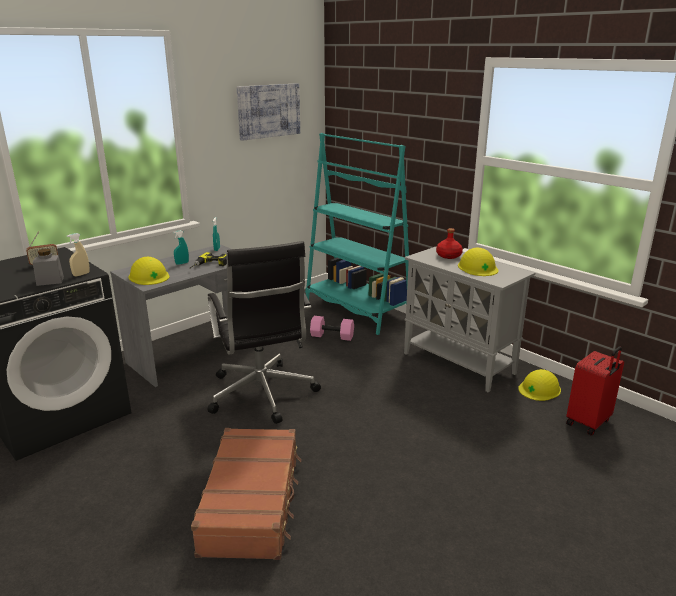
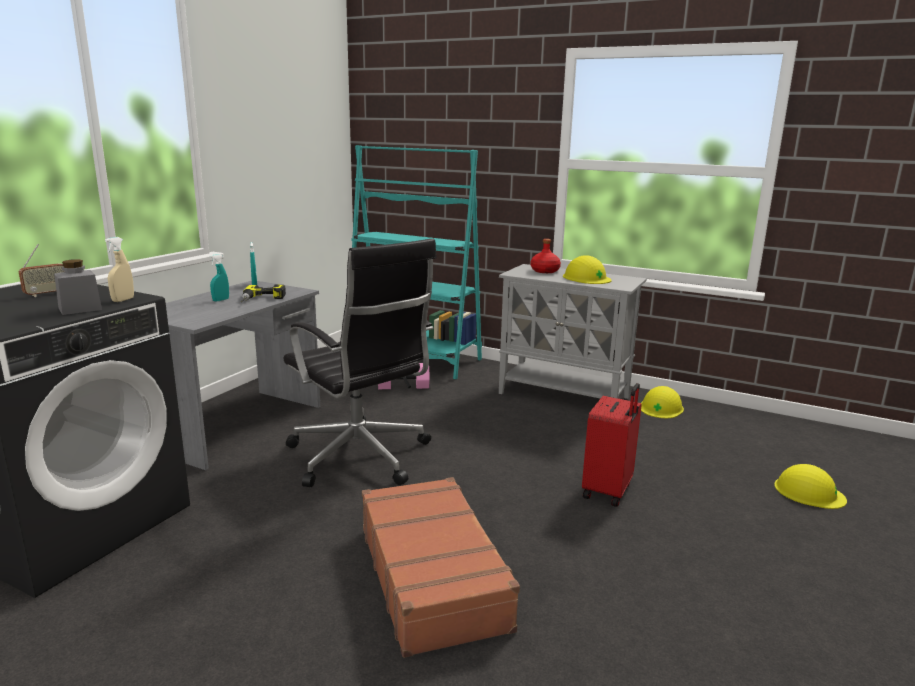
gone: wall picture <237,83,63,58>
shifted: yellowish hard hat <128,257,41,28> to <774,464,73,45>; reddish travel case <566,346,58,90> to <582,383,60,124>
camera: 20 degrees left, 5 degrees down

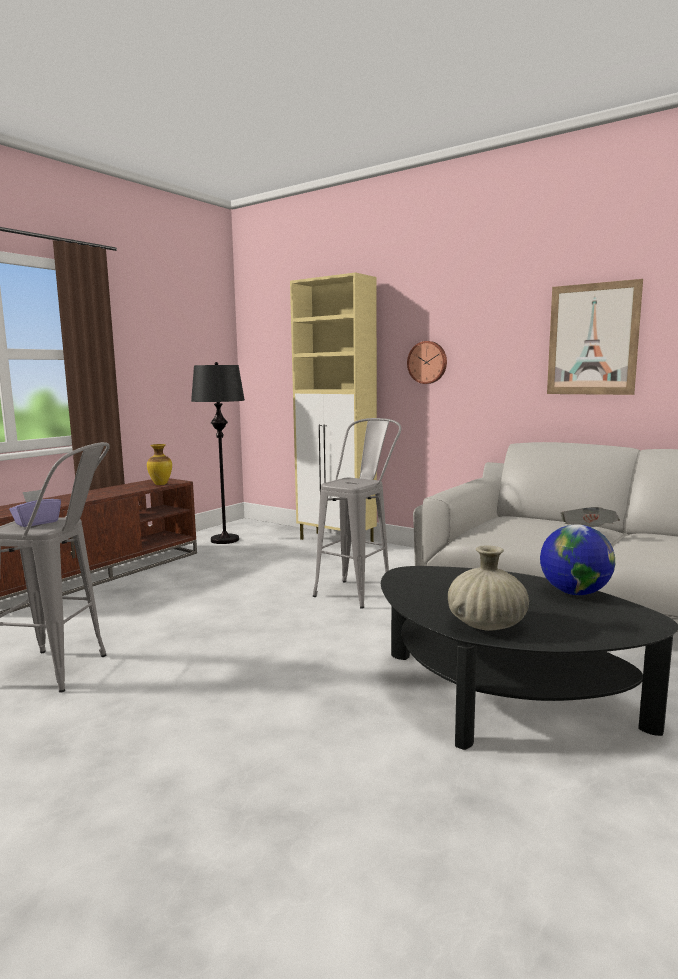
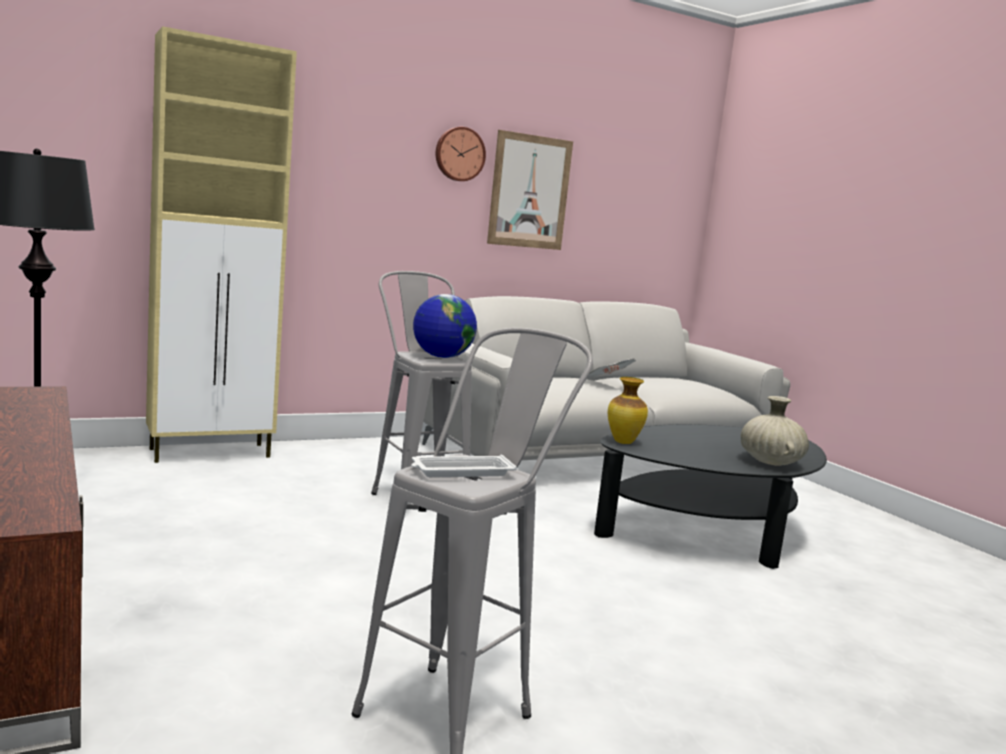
shifted: vase <147,444,25,41> to <608,377,40,67>; hanging clock <407,341,40,43> to <436,127,50,54>; globe <540,524,75,71> to <413,294,64,64>
swapped: purple-coloured tissue box <9,490,52,37> to whitish serving tray <411,455,106,22>
camera: 65 degrees left, 0 degrees up

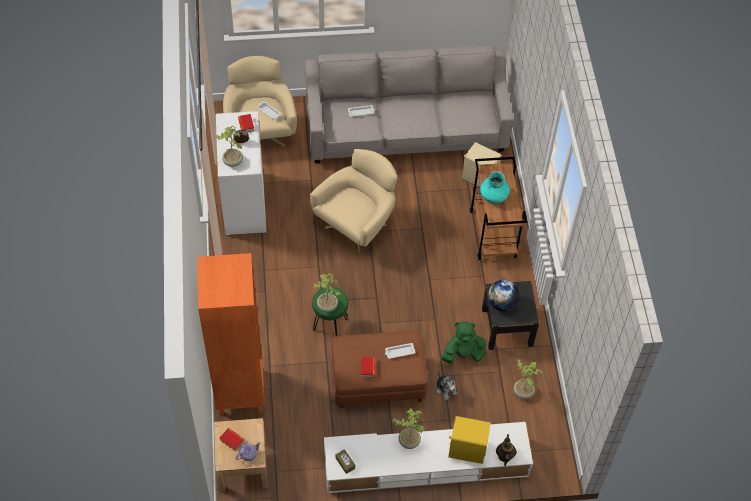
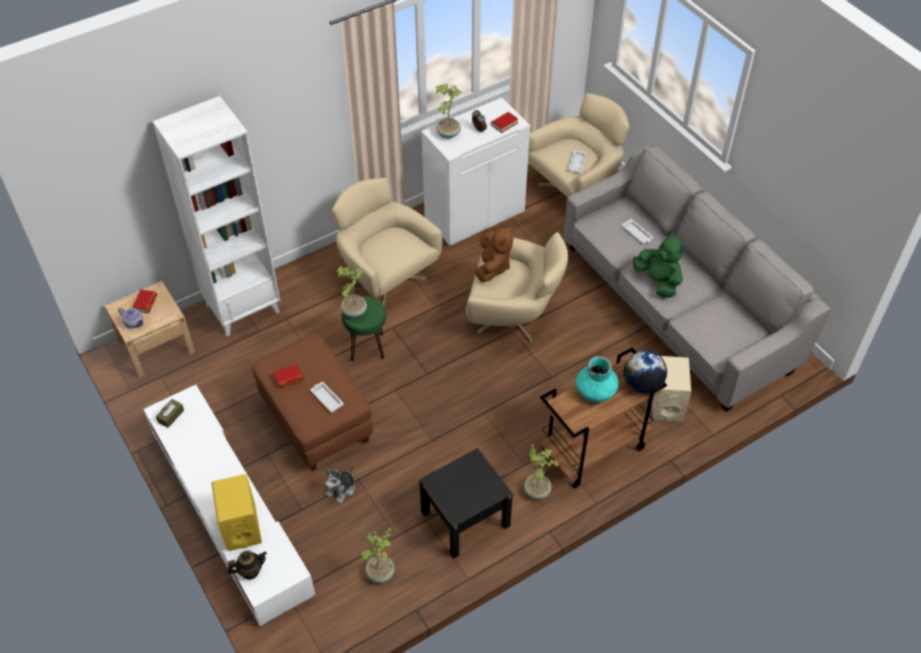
new: sand-coloured easy chair <332,178,110,127>; brownish cuddly toy <475,224,38,58>
shifted: potted plant <392,408,32,41> to <524,444,35,56>; greenish cuddly toy <441,322,46,41> to <633,232,50,66>; globe <488,280,32,31> to <624,350,43,43>
repainted: orange bookshelf <197,253,68,163> to whitish bookshelf <152,96,128,241>
camera: 65 degrees right, 5 degrees down

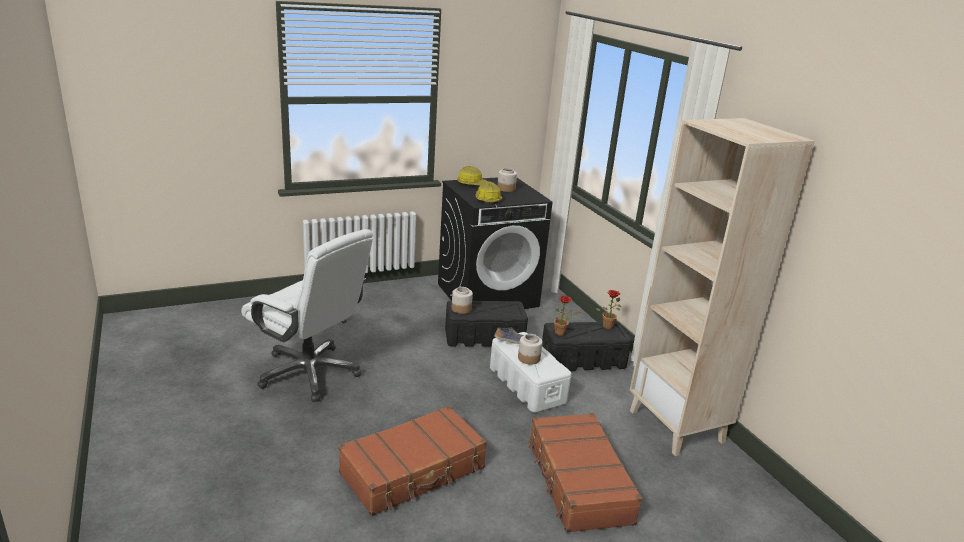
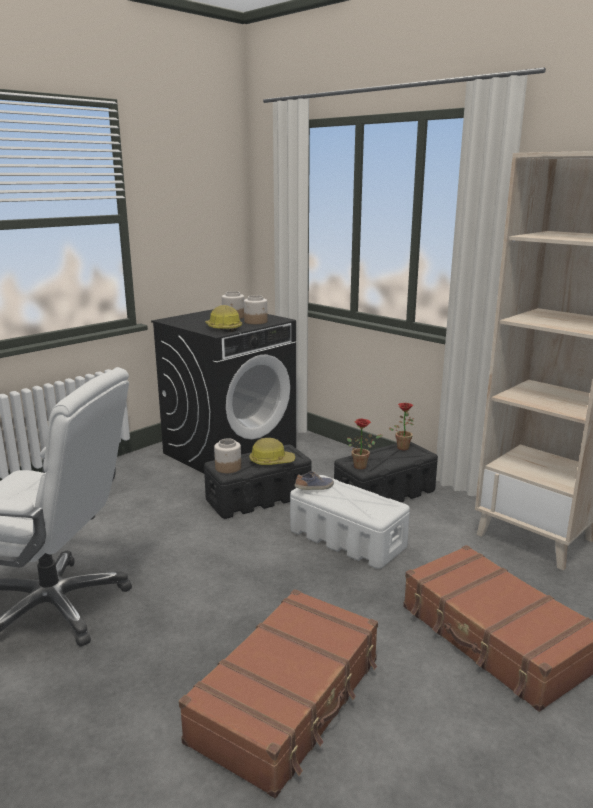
shifted: hard hat <457,166,32,19> to <249,438,46,27>; preserve jar <518,334,25,31> to <244,295,24,29>
camera: 20 degrees left, 5 degrees down

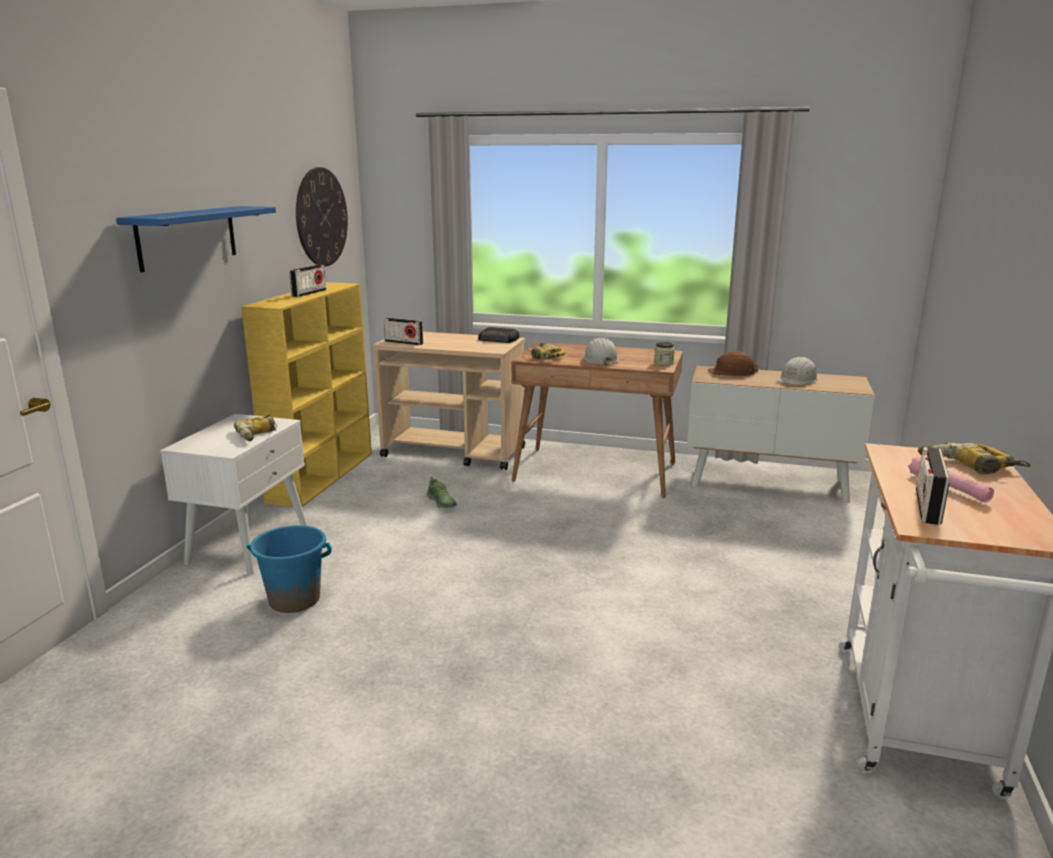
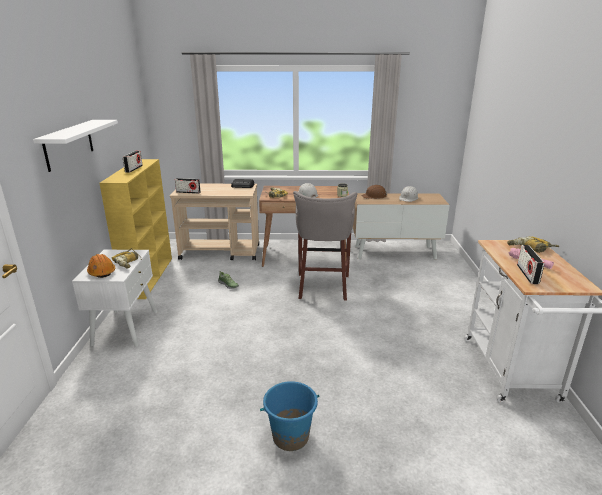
gone: hanging clock <296,167,52,99>
new: orange hard hat <87,254,28,24>; greyish stool <293,191,64,110>
shifted: blue-coloured pail <247,525,85,88> to <260,381,60,70>
repainted: blue-coloured bracket shelf <116,206,160,66> to whitish bracket shelf <33,120,85,52>
camera: 15 degrees left, 5 degrees up

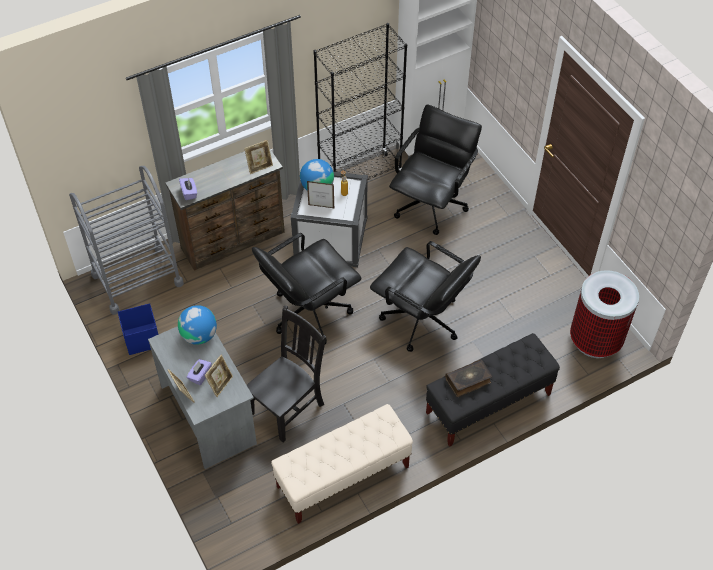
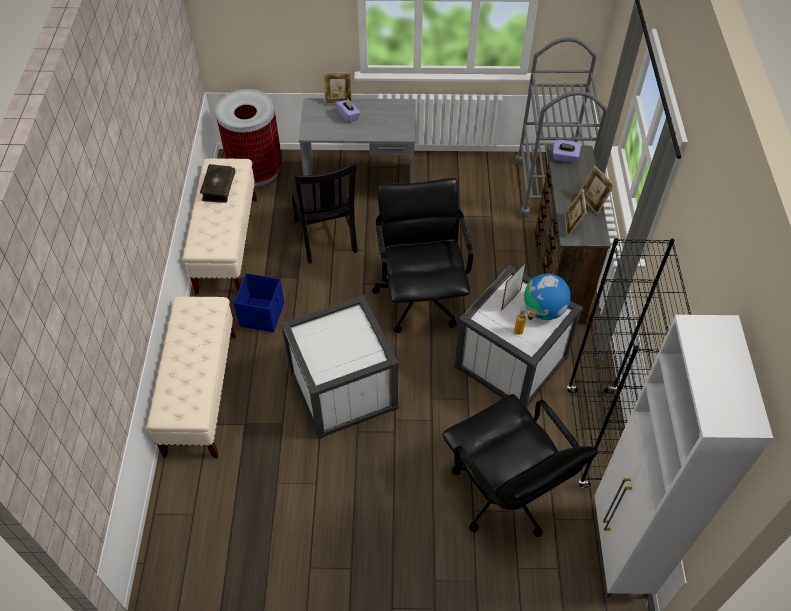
gone: globe <178,305,39,40>
shifted: blue-coloured storage bin <118,303,40,52> to <234,273,50,59>; picture frame <205,355,28,42> to <578,165,37,50>; bound book <445,360,47,37> to <200,164,35,39>; trash can <570,270,69,88> to <215,89,67,98>
swapped: black-coloured desk chair <370,241,111,111> to whitish storage bin <281,295,118,144>
repainted: black-coloured indoor bench <426,333,134,114> to sand-coloured indoor bench <146,297,90,161>
camera: 120 degrees right, 0 degrees up

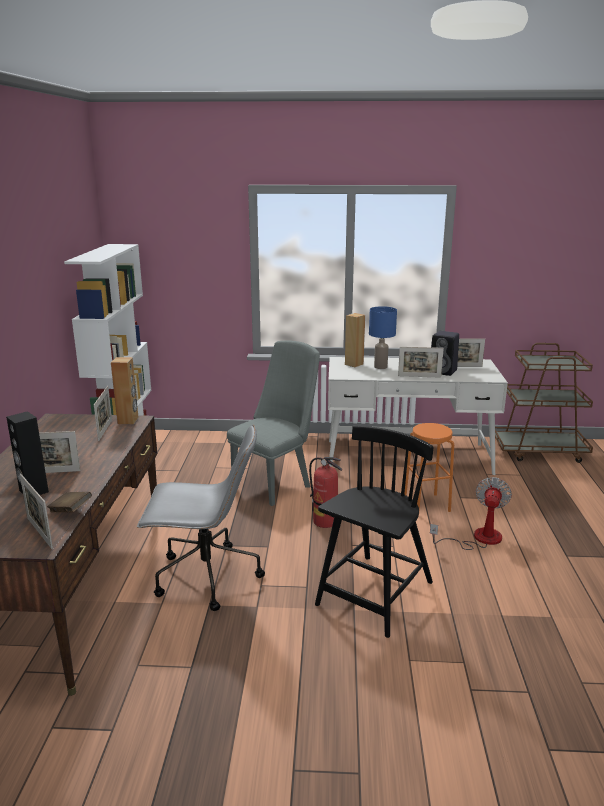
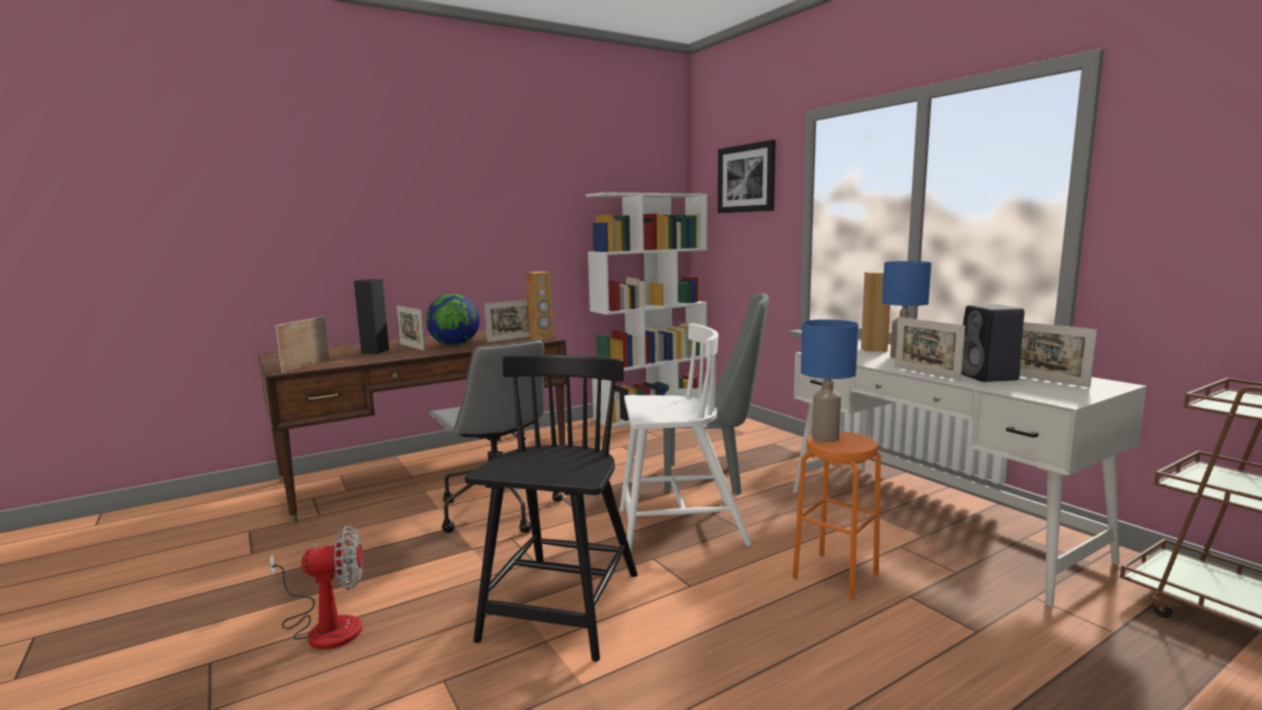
gone: brownish bound book <47,492,45,21>
new: globe <426,294,54,52>; wall picture <718,140,58,73>; blue-coloured lamp for a table <801,319,58,123>
shifted: cooling fan <430,477,82,73> to <269,525,94,125>
swapped: extinguisher <309,457,33,71> to whitish chair <620,323,132,229>
rotated: black-coloured chair <315,425,118,213> = <465,355,173,307> 75 degrees counterclockwise
camera: 55 degrees right, 10 degrees down

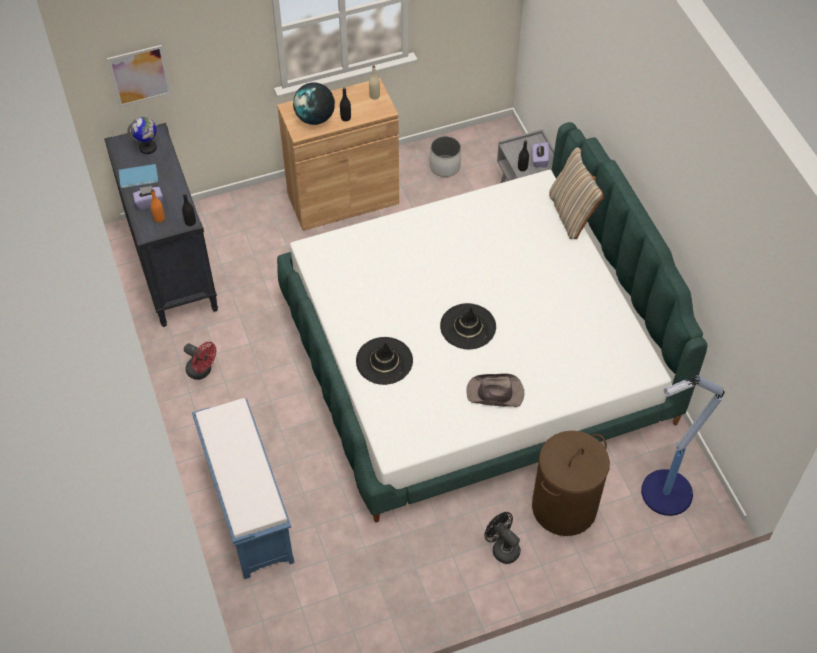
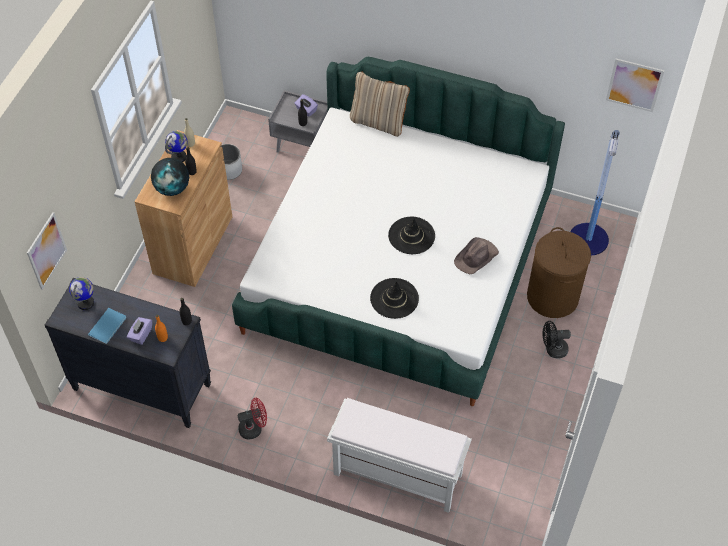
new: globe <165,131,23,31>; wall picture <606,59,59,53>
repainted: blue-coloured indoor bench <192,398,103,181> to whitish indoor bench <327,398,145,115>
camera: 50 degrees left, 0 degrees up

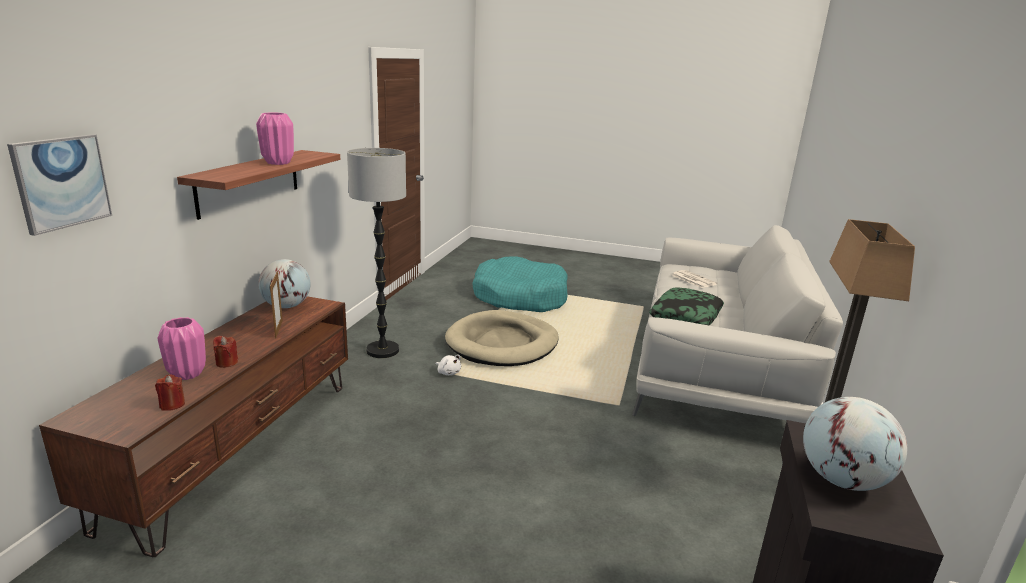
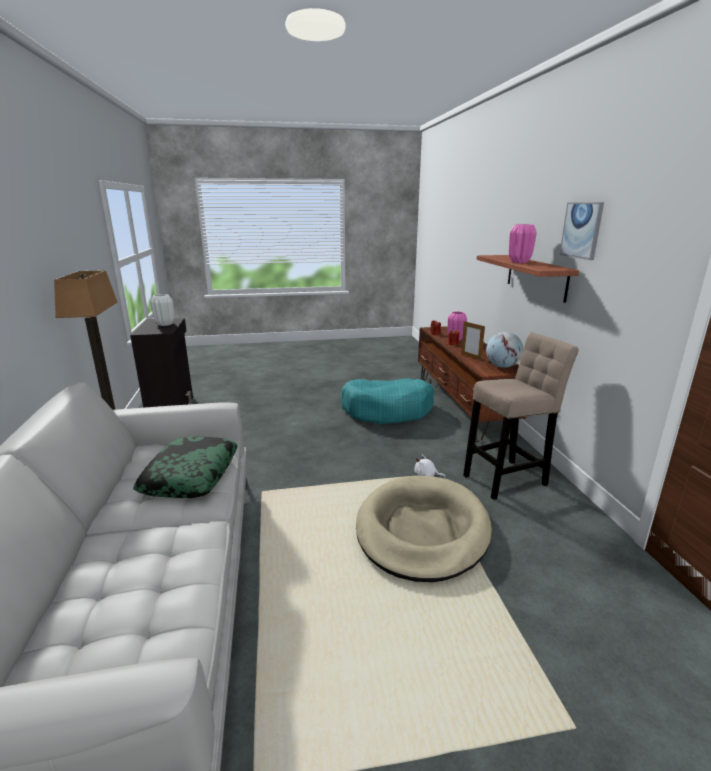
gone: printed paper <672,270,45,18>
shifted: wall picture <7,134,105,102> to <559,202,45,58>; turquoise pet bed <472,256,96,56> to <341,378,93,47>
swapped: standard lamp <347,148,59,210> to sand-coloured stool <463,333,116,167>; globe <803,397,104,94> to whitish vase <150,294,24,32>
camera: 155 degrees right, 0 degrees up

